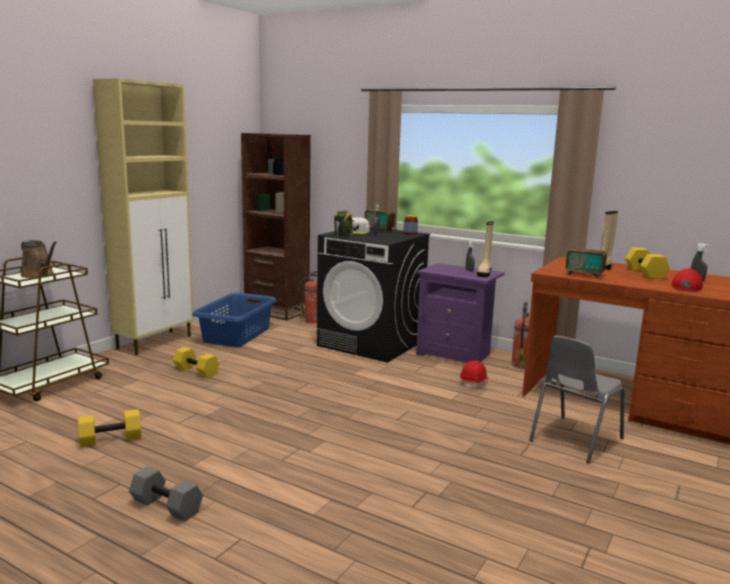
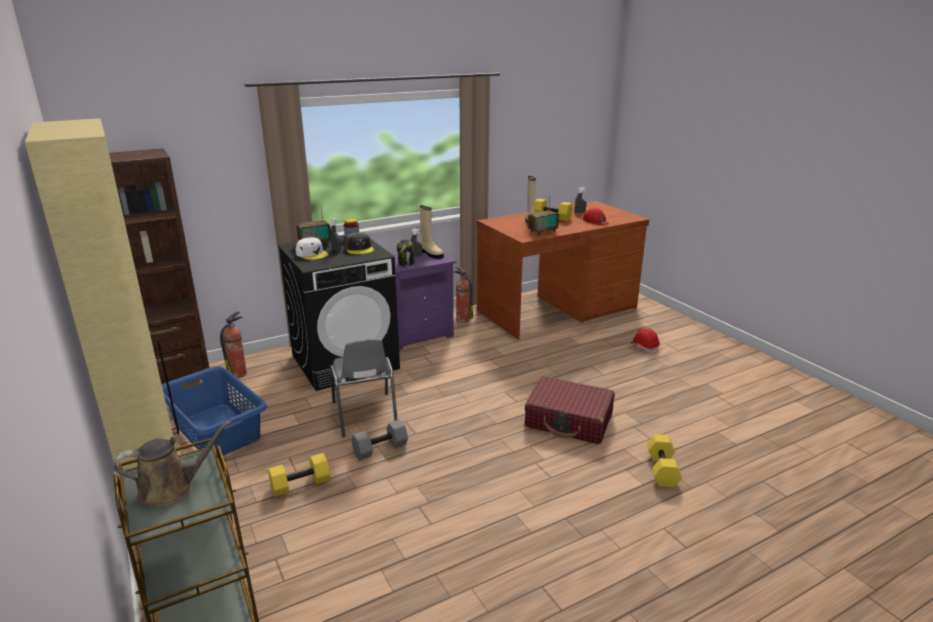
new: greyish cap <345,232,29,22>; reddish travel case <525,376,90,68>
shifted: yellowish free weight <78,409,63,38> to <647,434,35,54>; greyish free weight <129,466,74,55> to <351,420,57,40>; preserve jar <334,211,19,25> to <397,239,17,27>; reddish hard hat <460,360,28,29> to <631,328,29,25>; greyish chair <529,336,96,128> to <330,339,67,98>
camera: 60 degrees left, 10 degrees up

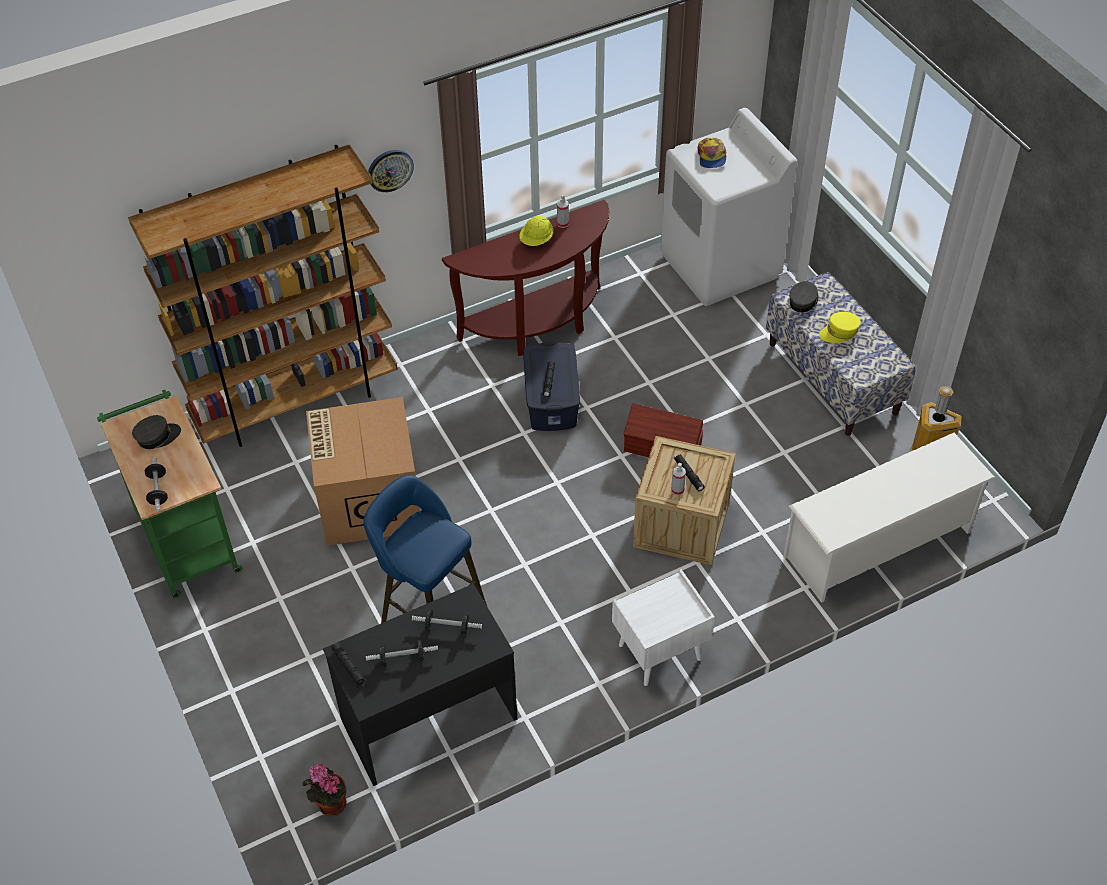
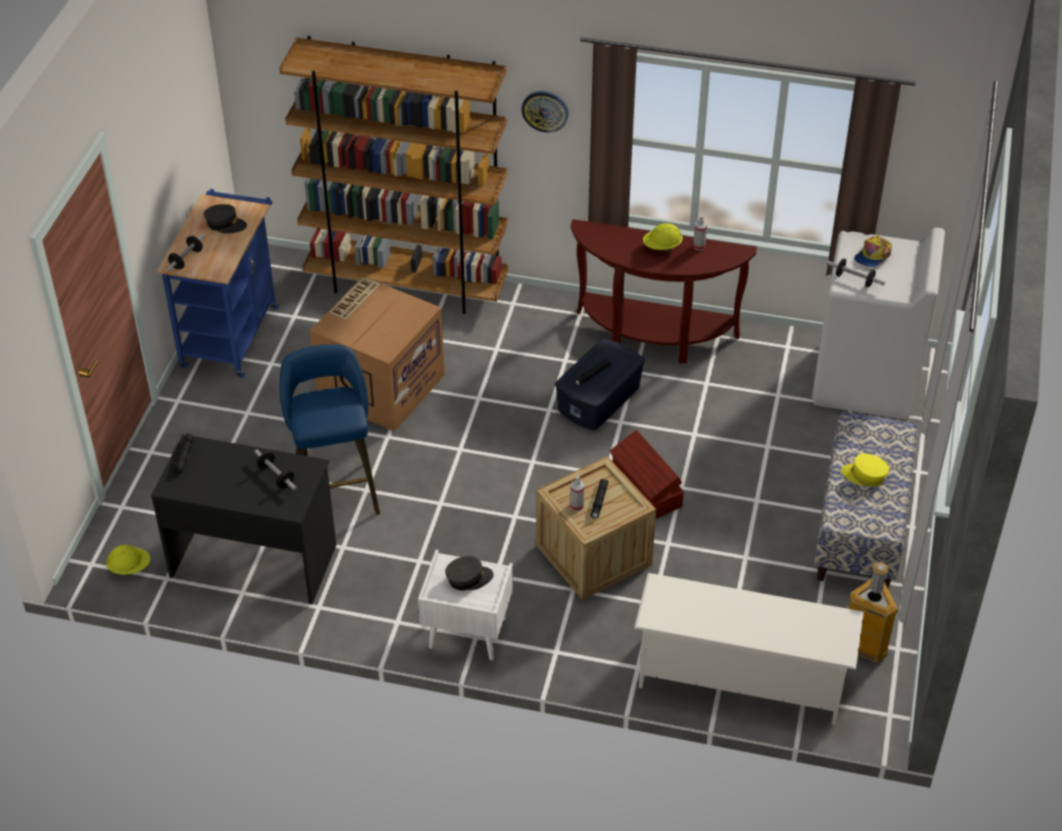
shifted: free weight <366,639,72,28> to <826,259,59,28>; greyish cap <789,281,29,32> to <445,556,49,34>
swapped: potted plant <303,764,43,52> to yellowish hard hat <106,545,44,31>
repainted: greenish trolley <97,390,146,208> to blue-coloured trolley <157,189,122,189>
camera: 40 degrees right, 5 degrees down

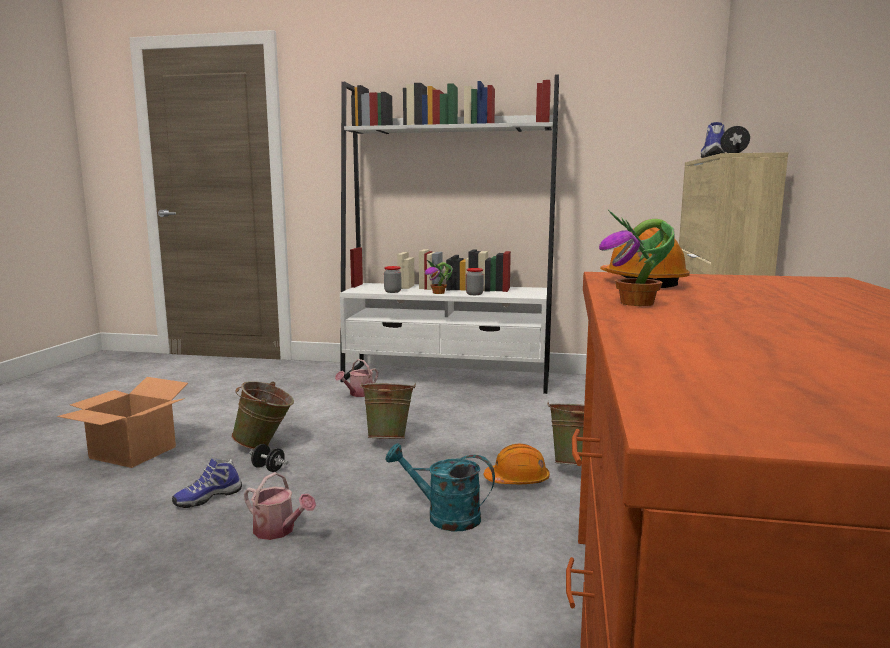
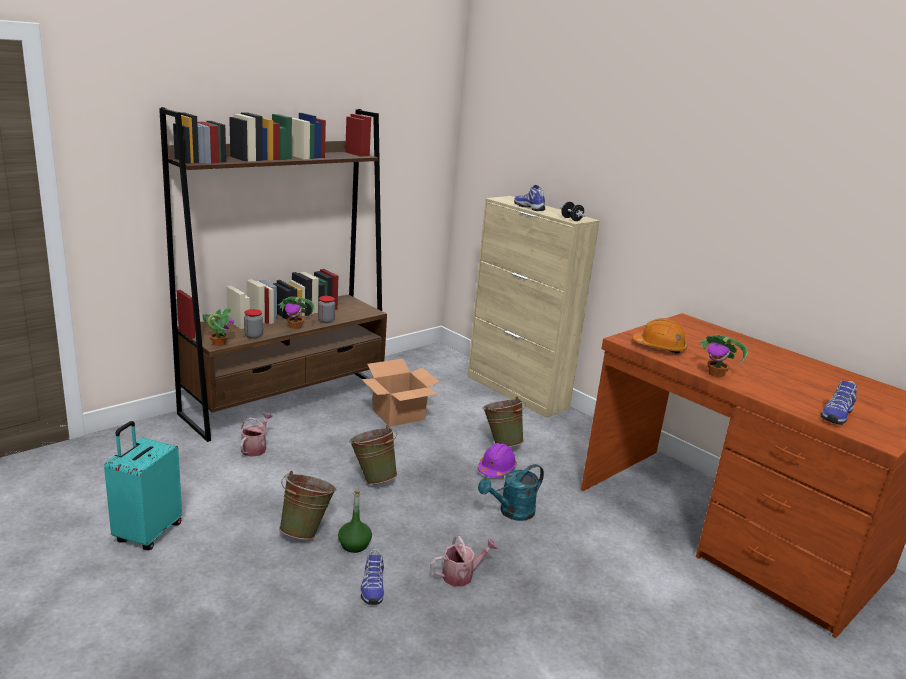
new: turquoise travel case <104,421,78,129>; potted plant <202,307,32,39>; item of footwear <821,381,36,44>
shifted: packing box <57,377,131,91> to <361,359,78,68>
swapped: black-coloured free weight <249,444,40,28> to greenish drink bottle <338,489,34,64>
repainted: whitish bookshelf <340,74,219,320> to brownish bookshelf <159,107,228,335>; orange hard hat <484,444,66,40> to purple-coloured hard hat <478,443,39,35>
rotated: watering pot <335,359,43,38> = <240,413,33,44> 150 degrees counterclockwise
camera: 55 degrees left, 10 degrees up

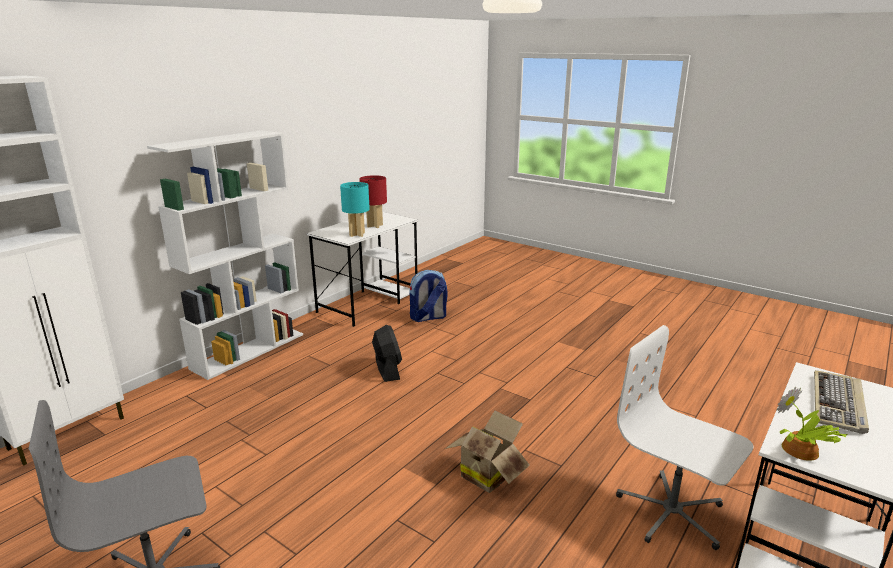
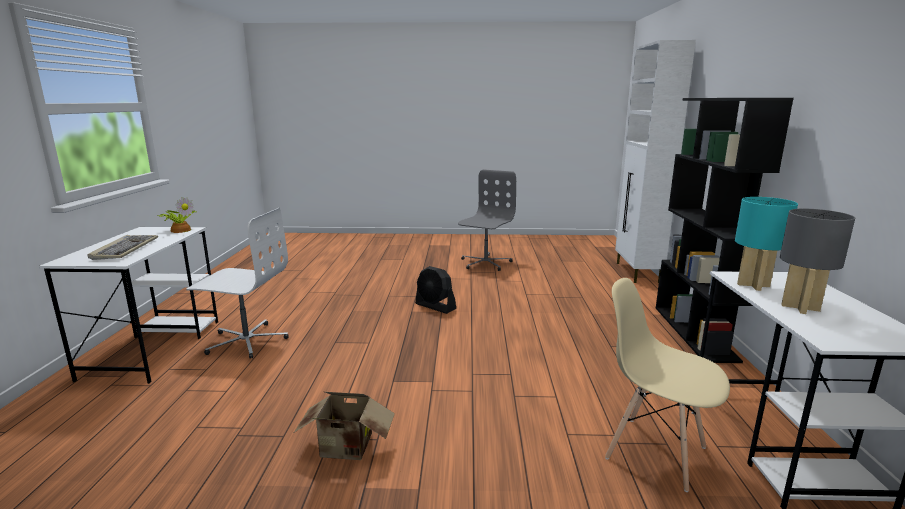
shifted: black-coloured cooling fan <372,325,30,57> to <415,266,41,48>; packing box <445,410,85,83> to <294,392,101,68>
swapped: rucksack <410,270,37,52> to sand-coloured chair <605,278,125,214>
repainted: whitish bookshelf <147,130,156,250> to black-coloured bookshelf <656,98,138,265>; reddish lamp for a table <359,175,28,53> to greyish lamp for a table <780,209,75,105>
camera: 145 degrees right, 5 degrees down

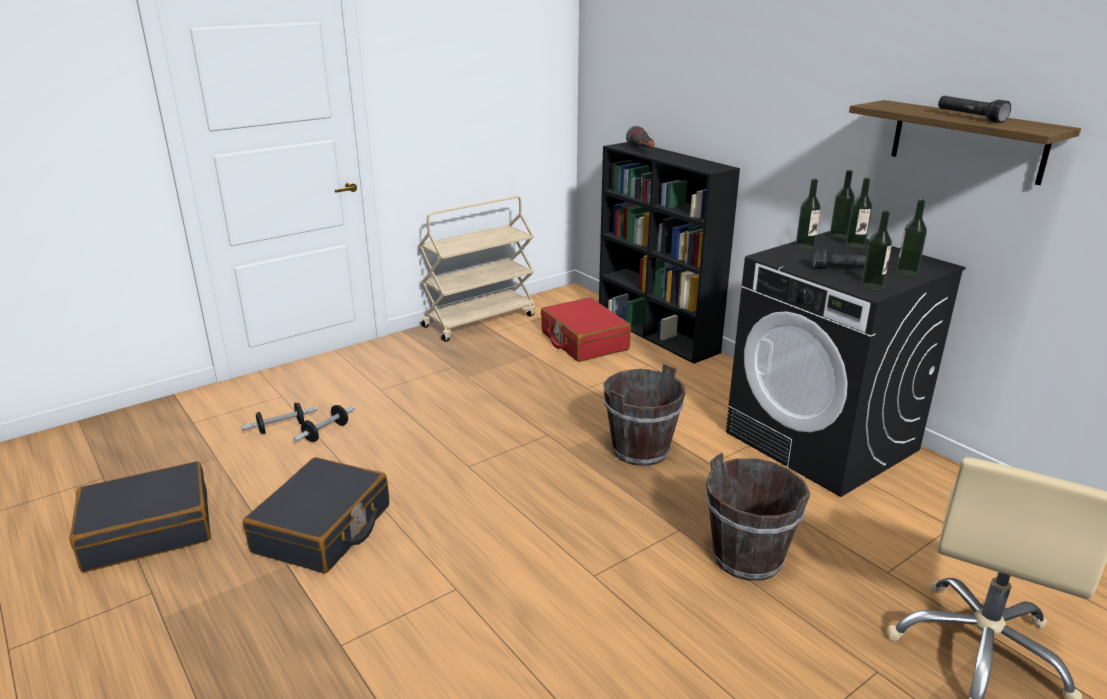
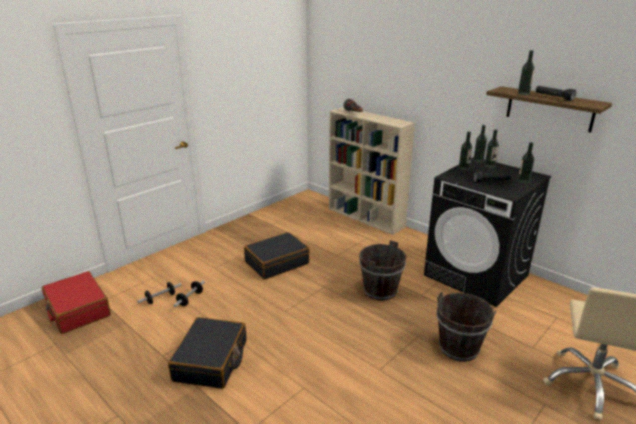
gone: sand-coloured trolley <419,196,117,146>
shifted: black-coloured travel case <70,461,141,111> to <244,232,66,48>; reddish travel case <541,297,90,65> to <42,271,69,63>; drink bottle <861,210,31,81> to <518,50,17,45>
repainted: black-coloured bookshelf <599,142,141,222> to sand-coloured bookshelf <329,107,86,128>
camera: 10 degrees left, 0 degrees up

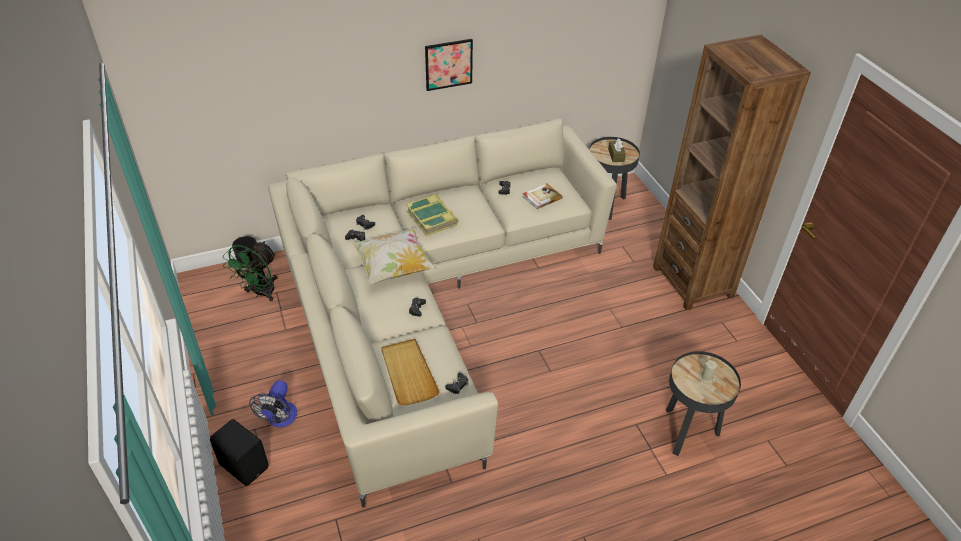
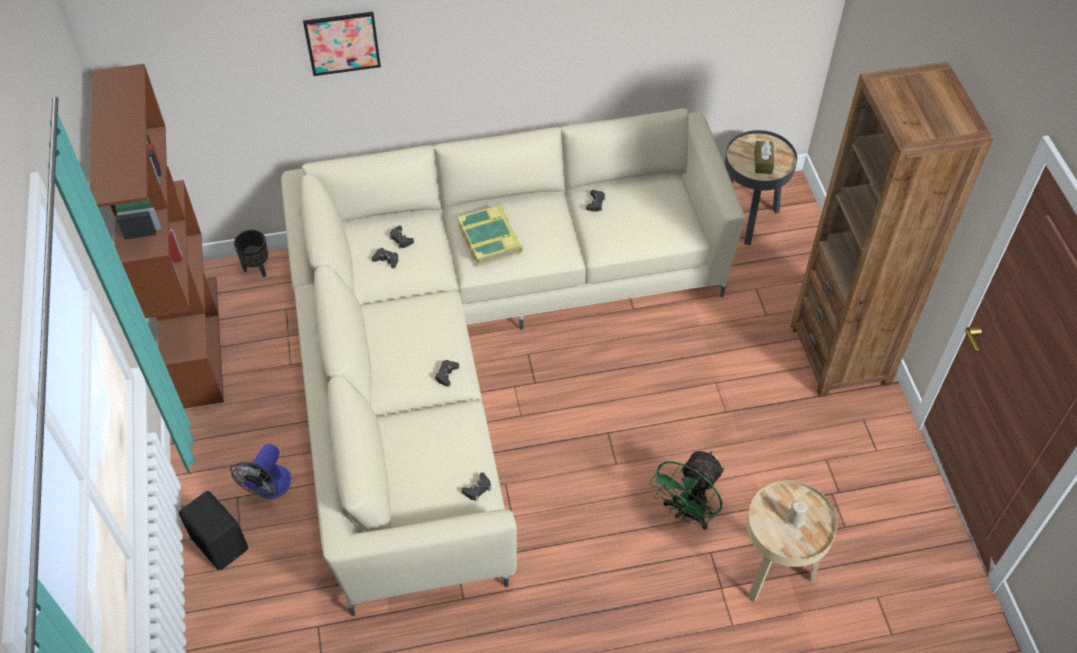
gone: cushion <352,228,84,57>; sand-coloured serving tray <381,339,59,66>; bound book <522,183,41,26>
new: brownish bookshelf <90,64,134,345>
shifted: greenish cooling fan <223,241,54,60> to <649,451,75,79>; wall picture <425,39,48,52> to <303,12,78,64>
repainted: black-coloured side table <666,351,75,105> to sand-coloured side table <747,481,90,121>
camera: 10 degrees right, 10 degrees up

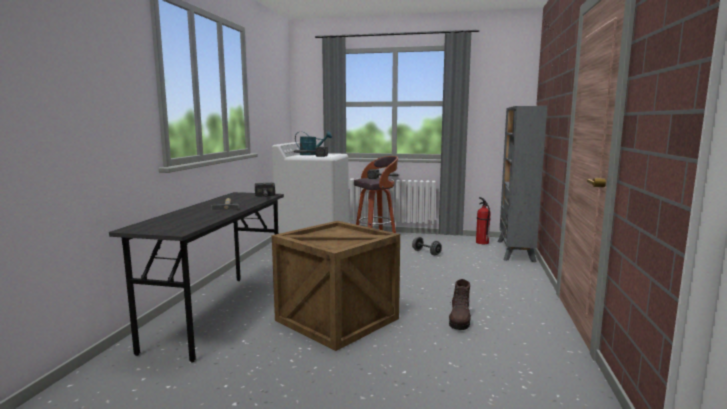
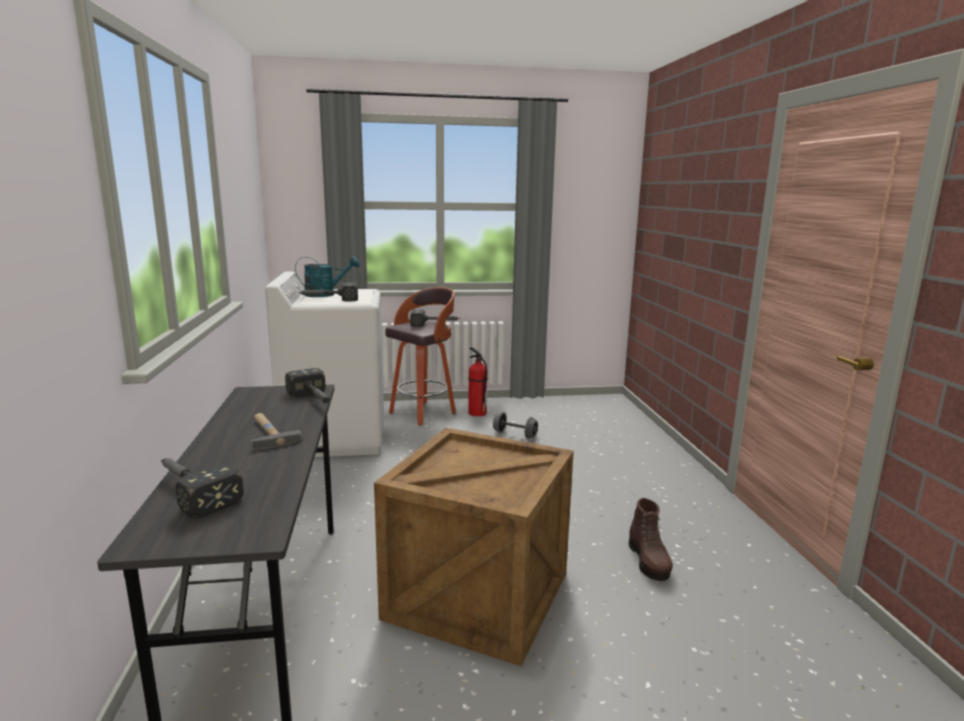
gone: greyish bookshelf <498,106,49,157>
new: tool hammer <161,458,83,60>
shifted: extinguisher <476,197,15,47> to <468,348,20,68>
camera: 20 degrees left, 5 degrees up

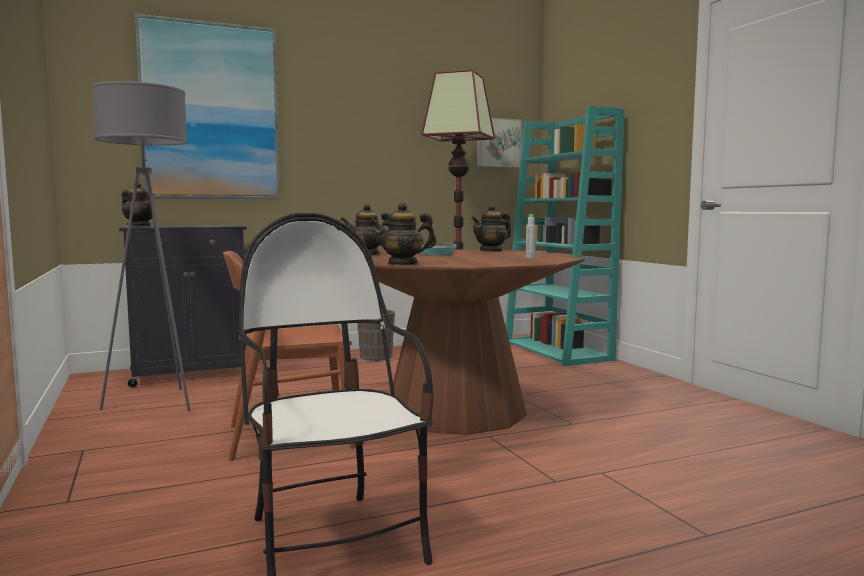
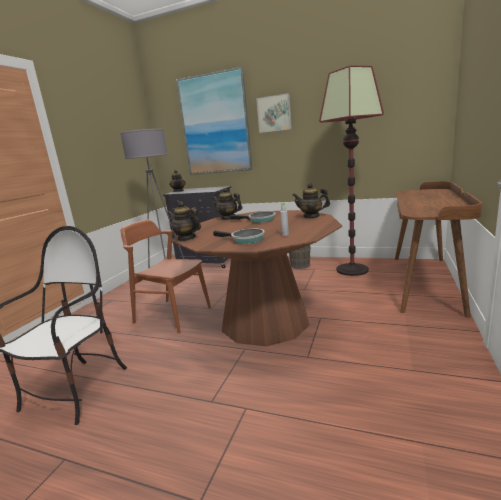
new: frying pan <213,228,52,16>
shifted: wall picture <477,118,45,50> to <256,93,36,40>
swapped: turquoise bookshelf <505,105,119,261> to brownish desk unit <395,181,87,137>
camera: 45 degrees right, 10 degrees up

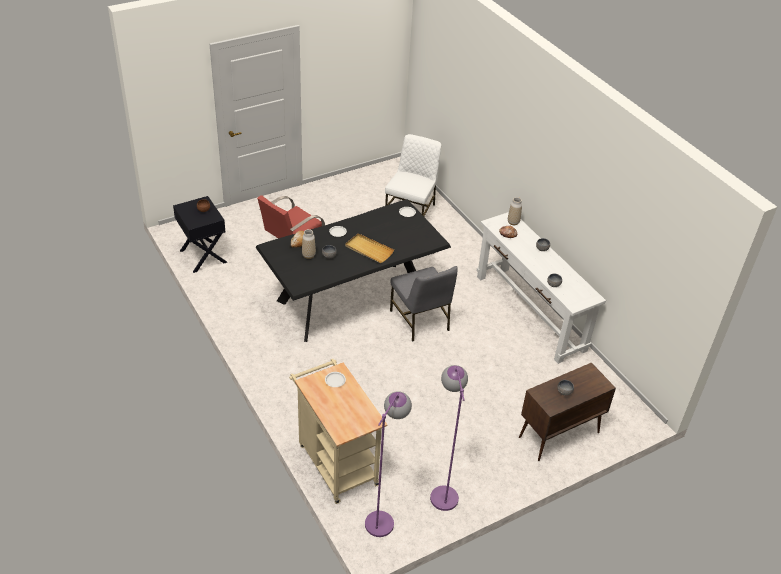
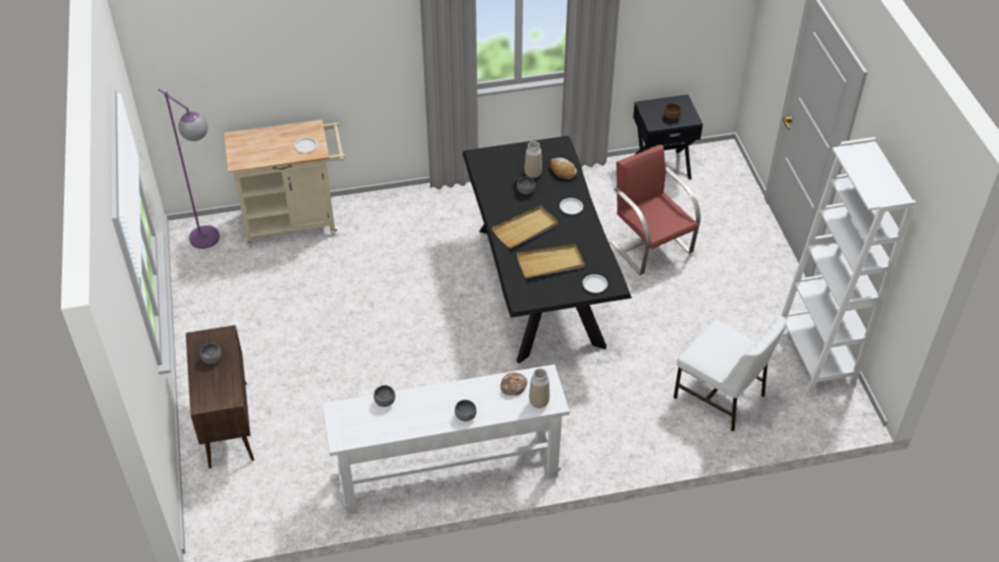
gone: greyish chair <390,266,68,75>; purple-coloured standard lamp <430,365,38,146>
new: sand-coloured serving tray <517,244,68,34>; whitish bookshelf <781,137,135,257>
camera: 110 degrees right, 5 degrees up

